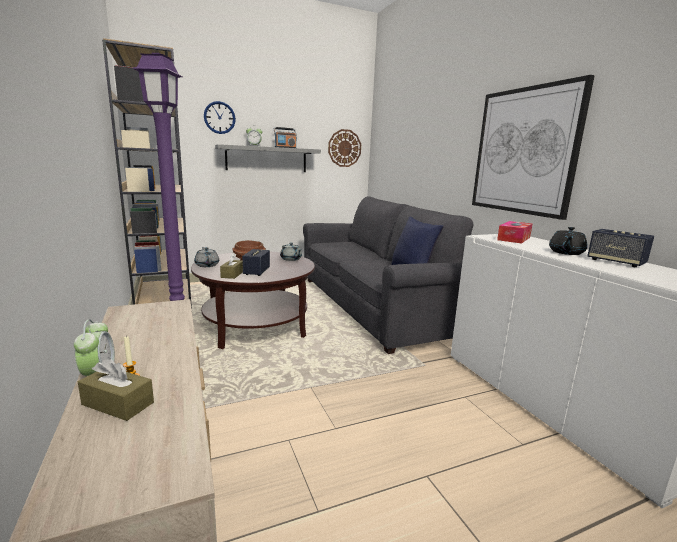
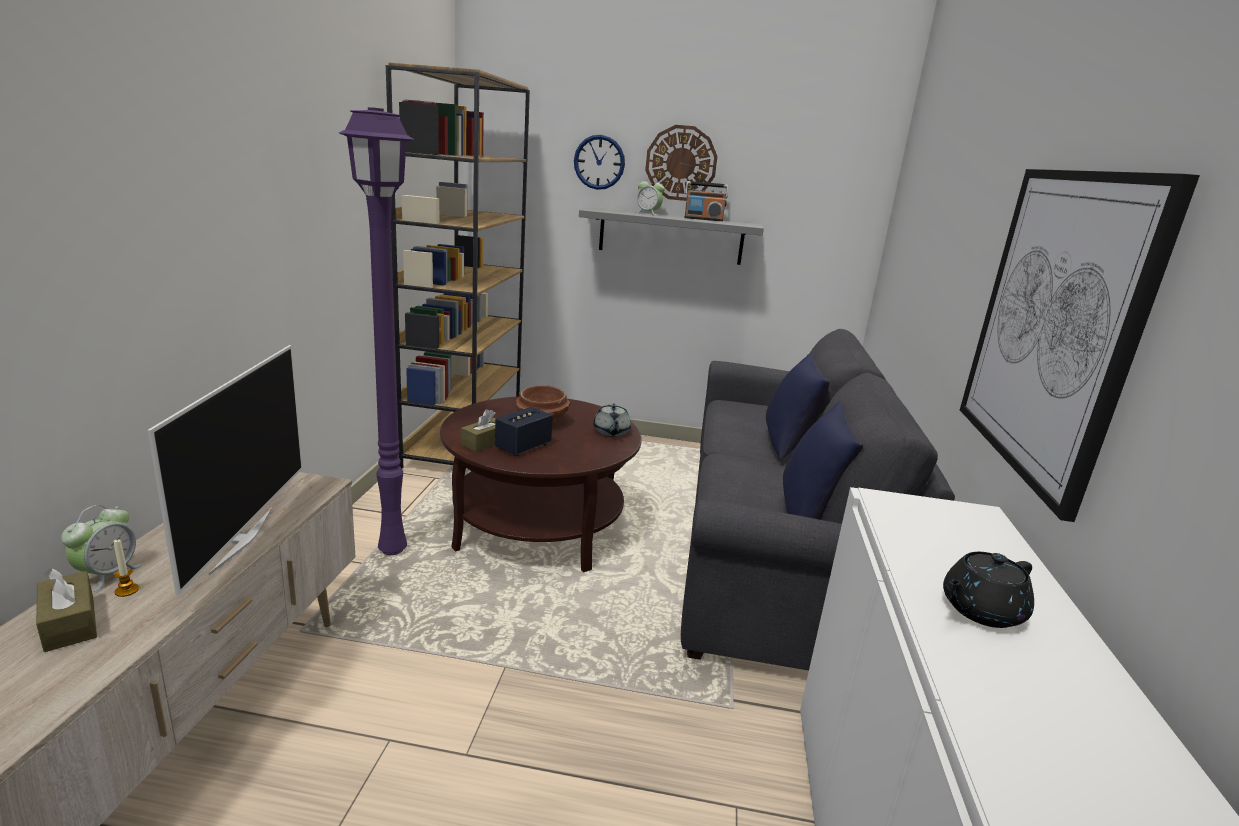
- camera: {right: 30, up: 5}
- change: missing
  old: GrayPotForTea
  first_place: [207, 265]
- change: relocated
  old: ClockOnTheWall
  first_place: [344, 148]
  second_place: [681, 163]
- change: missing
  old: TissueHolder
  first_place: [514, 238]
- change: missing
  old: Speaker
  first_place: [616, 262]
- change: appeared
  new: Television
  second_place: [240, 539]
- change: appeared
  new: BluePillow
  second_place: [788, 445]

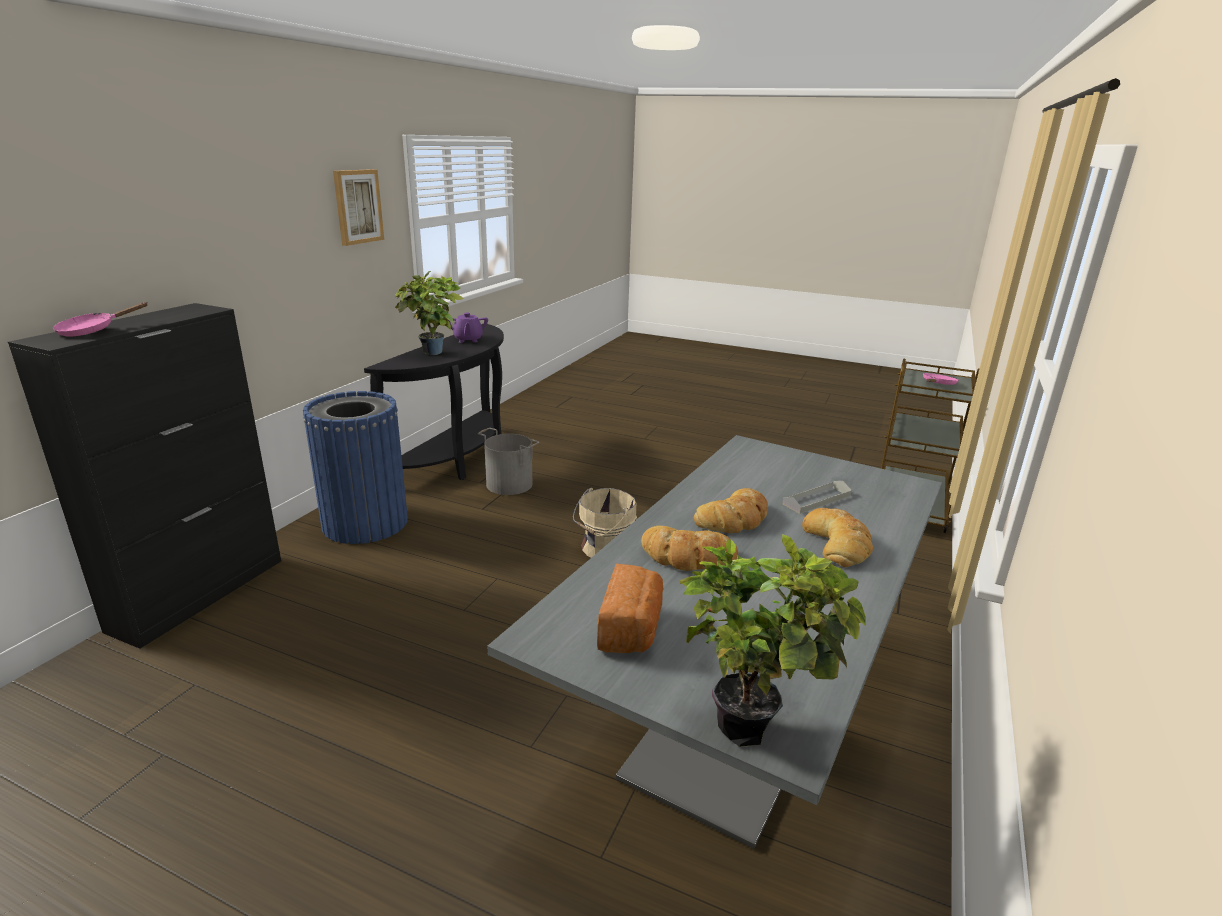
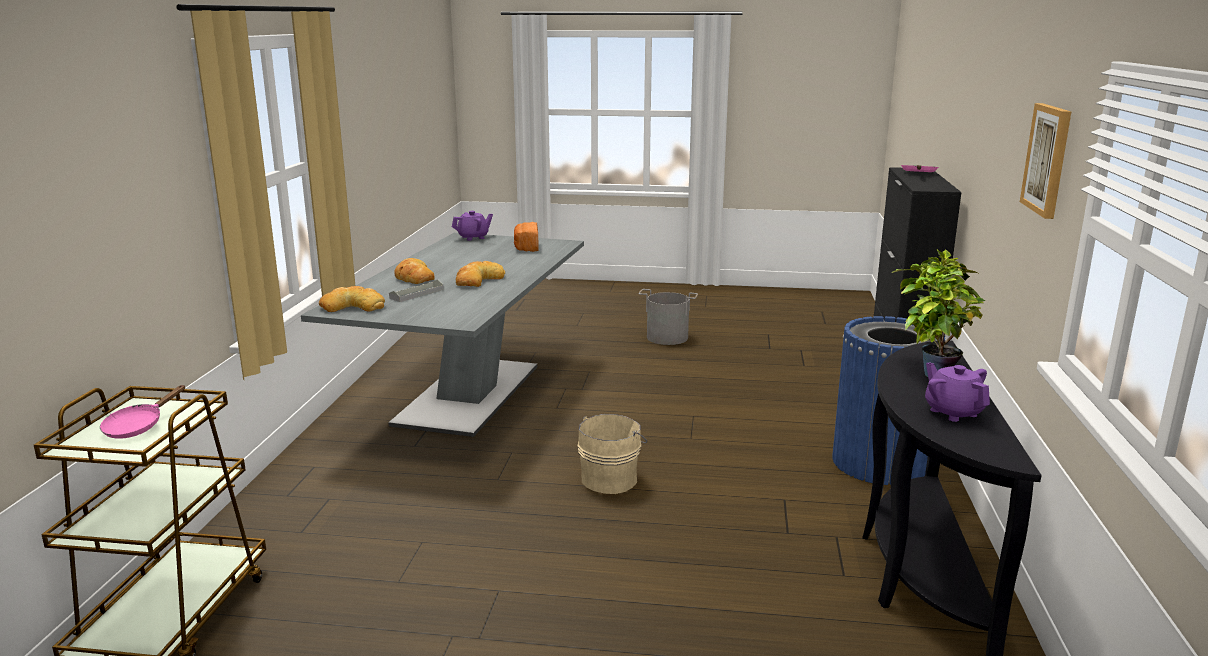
- camera: {right: 165, up: -5}
- change: relocated
  old: GrayBucket
  first_place: [509, 484]
  second_place: [667, 337]
- change: relocated
  old: Bread
  first_place: [687, 556]
  second_place: [353, 306]
- change: exchanged
  old: PlantInAPot
  new: PurpleColouredPotForTea
  first_place: [753, 724]
  second_place: [473, 237]

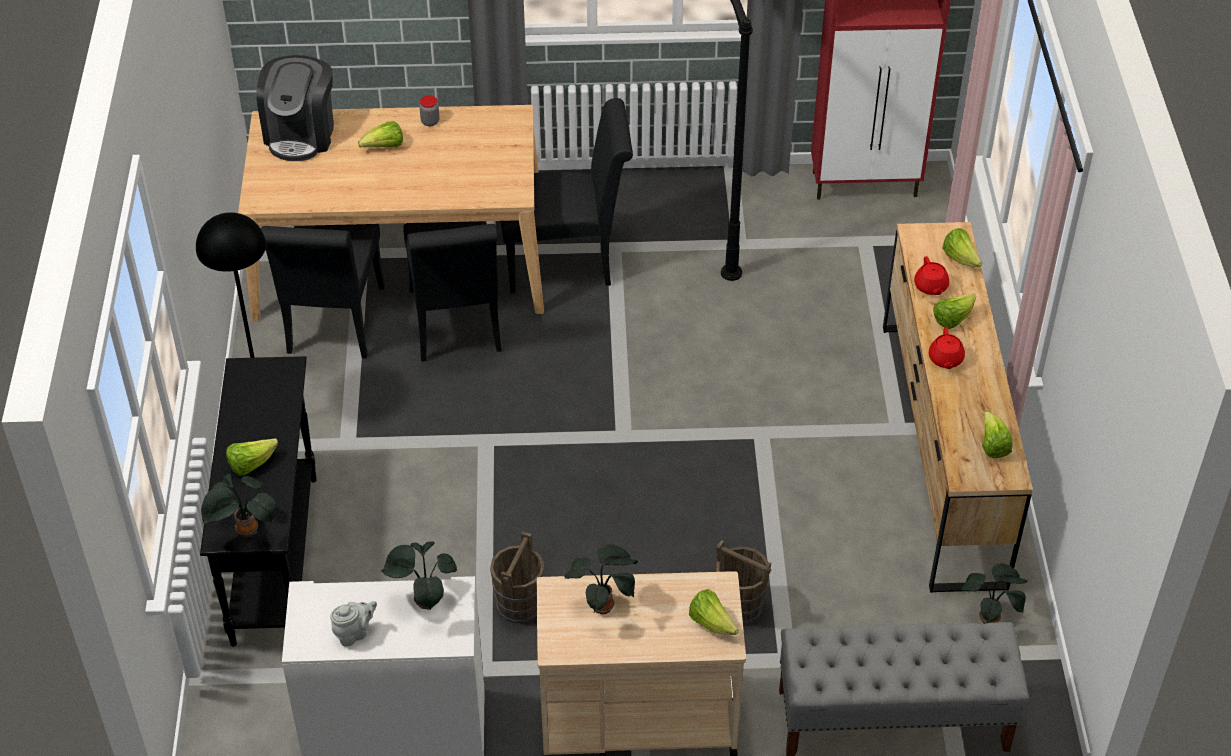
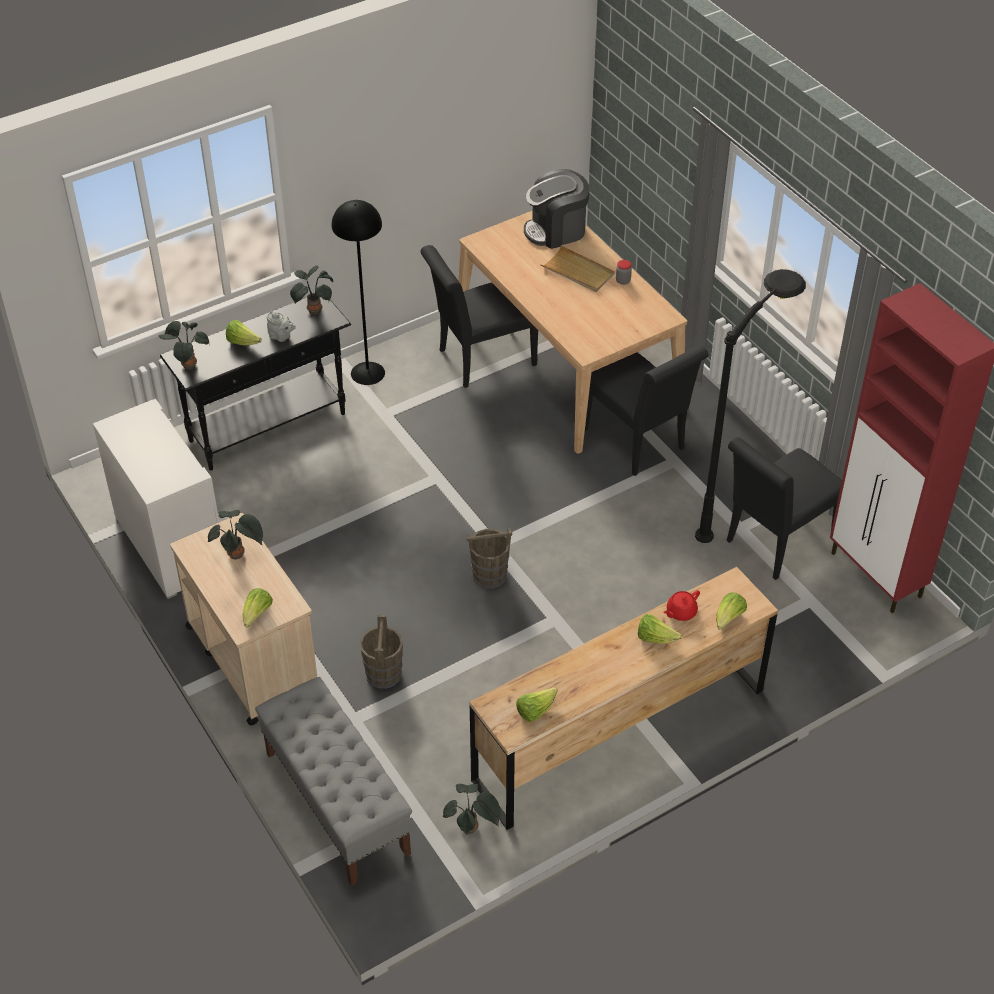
- camera: {right: 60, up: 0}
- change: relocated
  old: GrayPotForTea
  first_place: [354, 633]
  second_place: [281, 337]
- change: exchanged
  old: Lettuce
  new: BeigeColouredCarryingTray
  first_place: [384, 147]
  second_place: [578, 272]
- change: relocated
  old: PlantInAPot
  first_place: [423, 601]
  second_place: [314, 309]
- change: relocated
  old: BlackishChair
  first_place: [456, 327]
  second_place: [775, 543]
- change: relocated
  old: BrownColouredBucket
  first_place: [519, 605]
  second_place: [489, 575]
- change: missing
  old: ReddishPotForTea
  first_place: [945, 359]

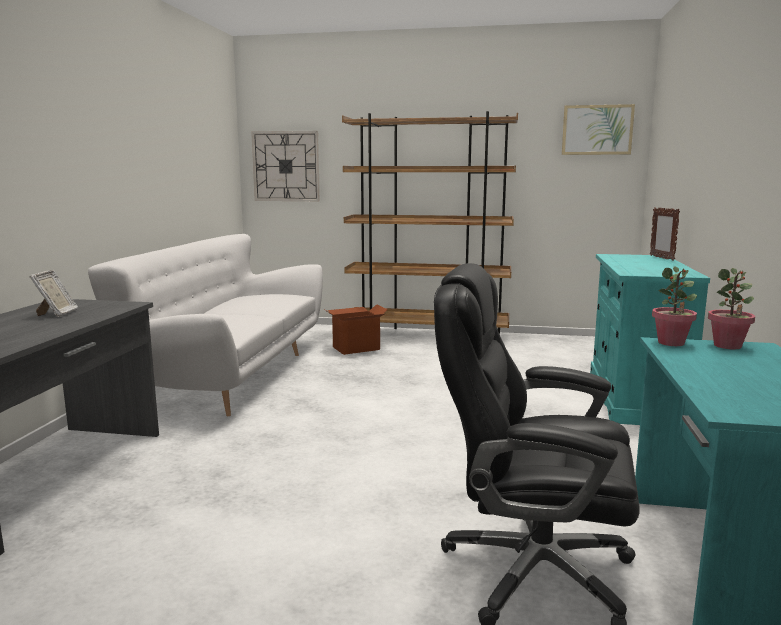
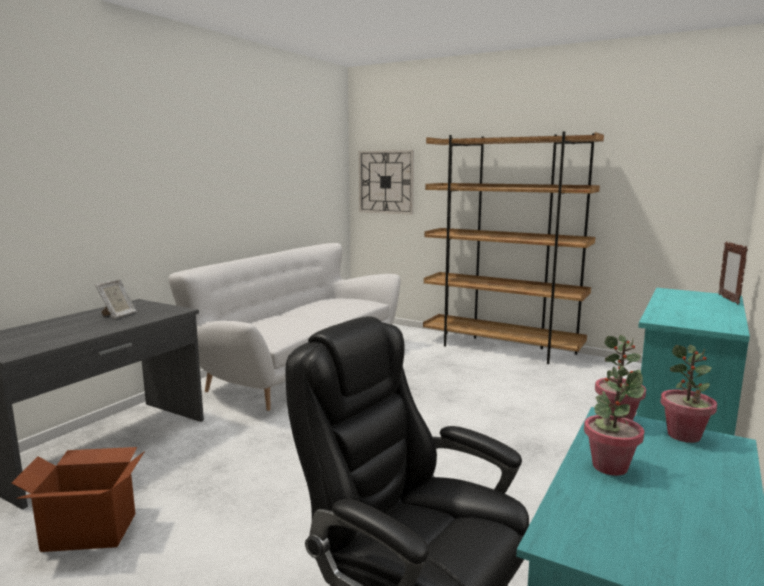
- camera: {right: 20, up: 0}
- change: relocated
  old: CardboardBox
  first_place: [355, 348]
  second_place: [90, 531]
- change: missing
  old: WallPicture
  first_place: [597, 130]
- change: appeared
  new: PlantInAPot
  second_place: [609, 466]

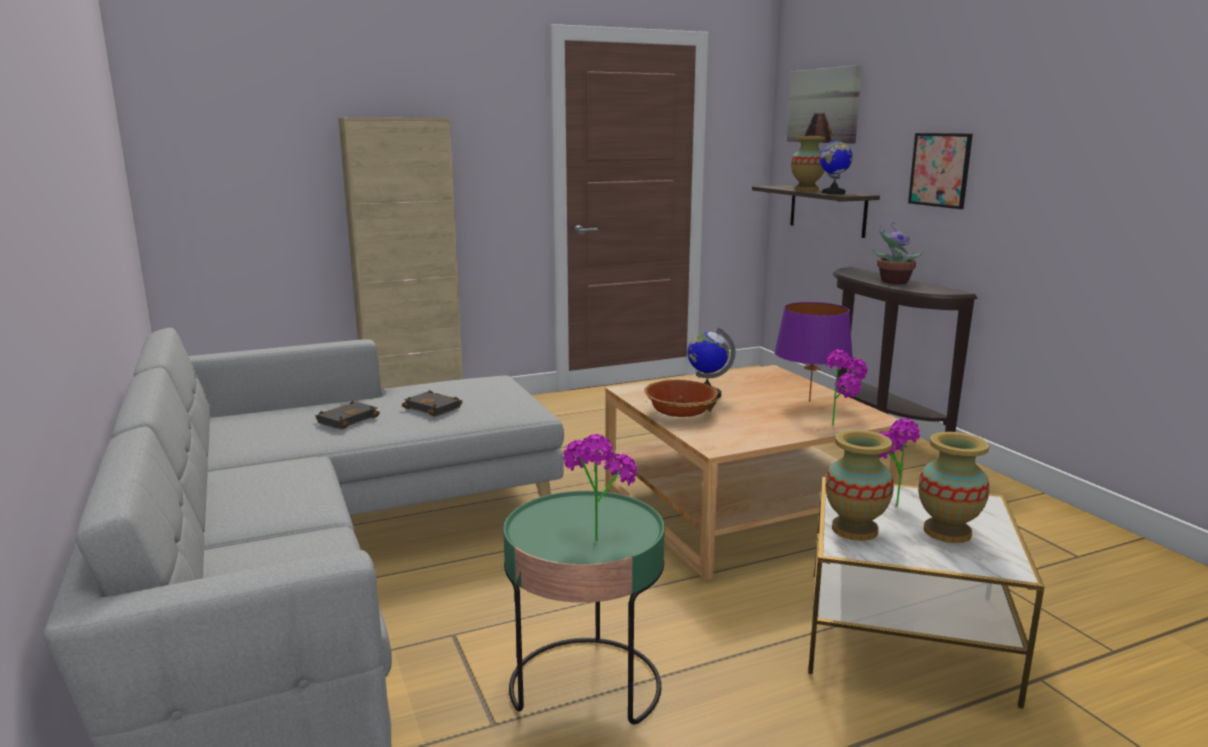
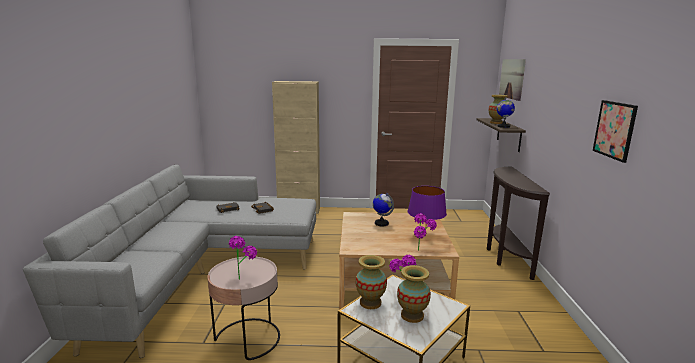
- camera: {right: 25, up: 0}
- change: colour
  old: GreenEndTable
  new: PinkColouredEndTable
  first_place: [586, 685]
  second_place: [248, 339]
- change: missing
  old: ServingBowl
  first_place: [680, 412]
- change: missing
  old: PlantInAPot
  first_place: [892, 281]
- change: relocated
  old: WallPicture
  first_place: [940, 170]
  second_place: [614, 130]

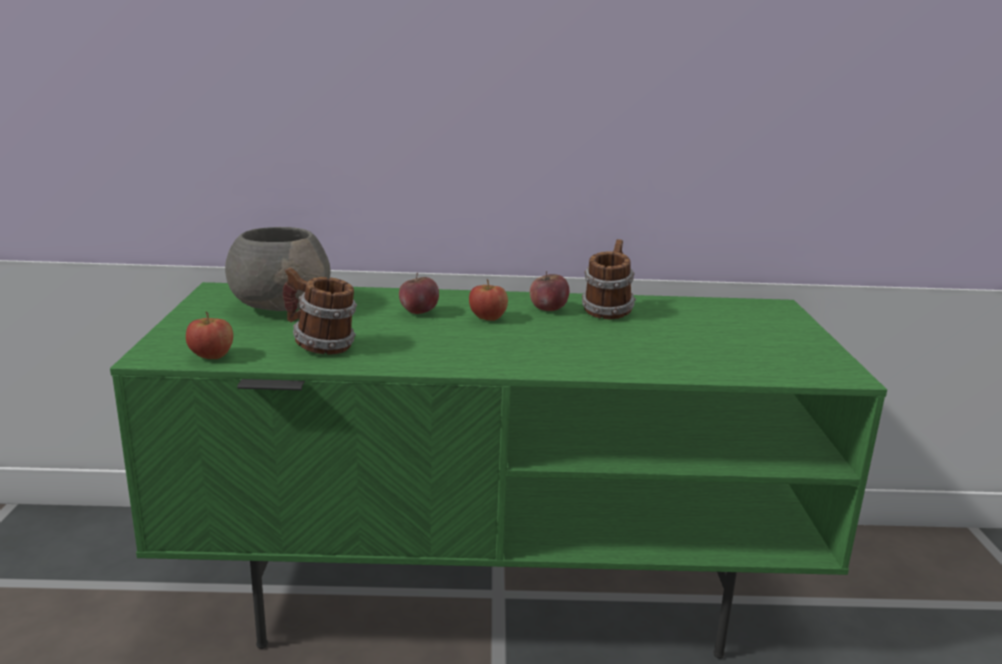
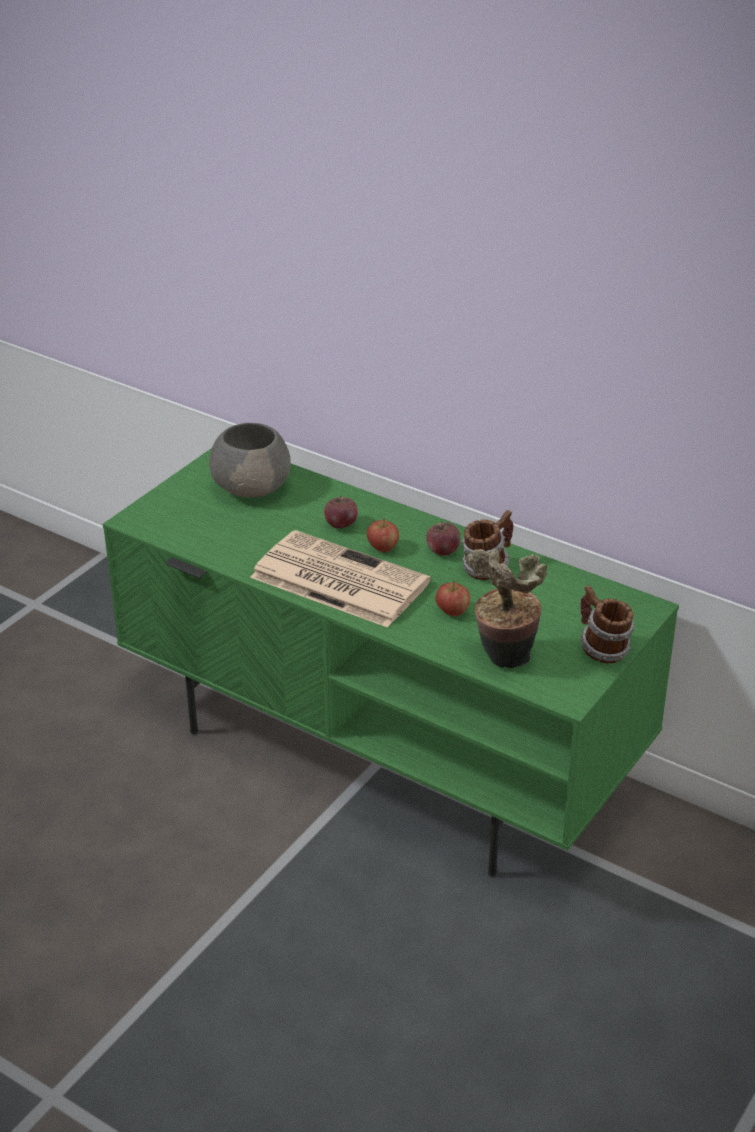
- camera: {right: 35, up: 15}
- change: relocated
  old: AppleFruit
  first_place: [211, 357]
  second_place: [452, 612]
- change: relocated
  old: Mug
  first_place: [320, 346]
  second_place: [601, 649]
- change: appeared
  new: DailyPaper
  second_place: [337, 580]
- change: appeared
  new: PlantInAPot
  second_place: [503, 659]

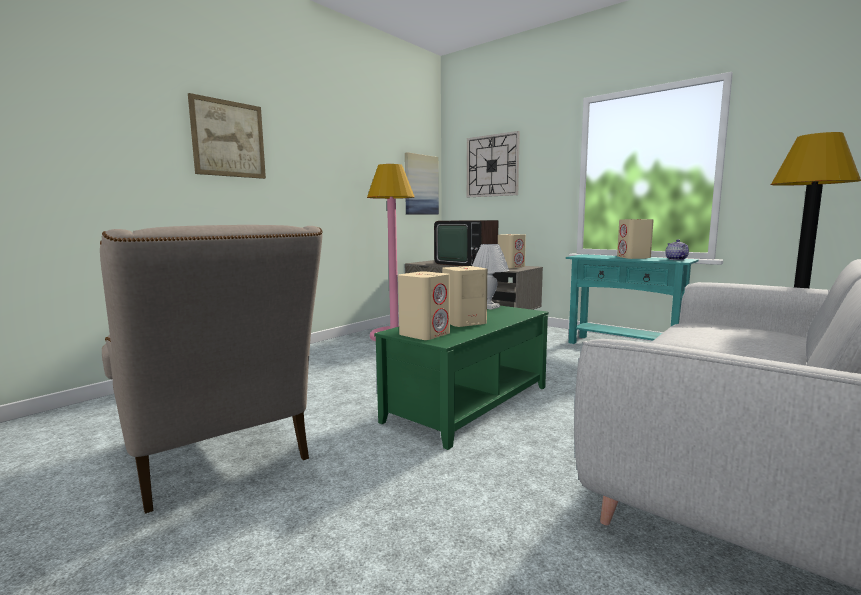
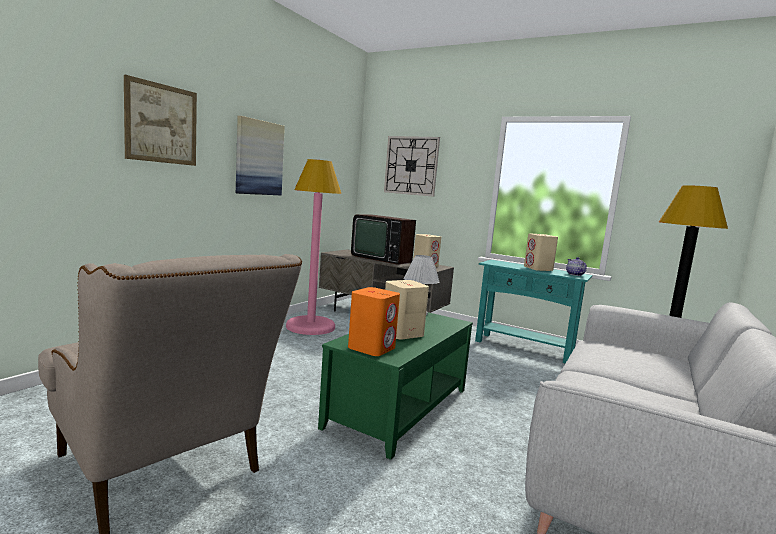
- camera: {right: -10, up: 0}
- change: colour
  old: BeigeColouredSpeaker
  new: OrangeSpeaker
  first_place: [425, 334]
  second_place: [372, 348]
- change: relocated
  old: WallPicture
  first_place: [421, 185]
  second_place: [259, 158]

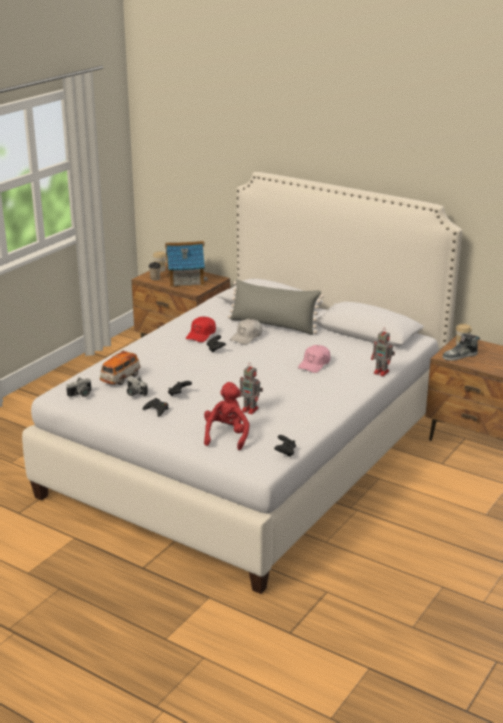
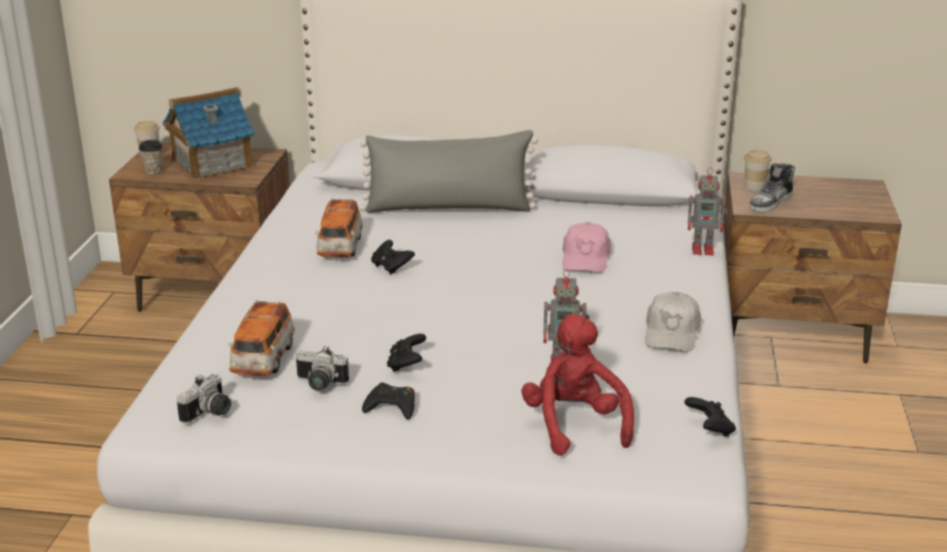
- camera: {right: -25, up: 0}
- change: exchanged
  old: ReddishCap
  new: ToyCar
  first_place: [201, 335]
  second_place: [340, 248]
- change: relocated
  old: WhitishCap
  first_place: [247, 337]
  second_place: [672, 333]

